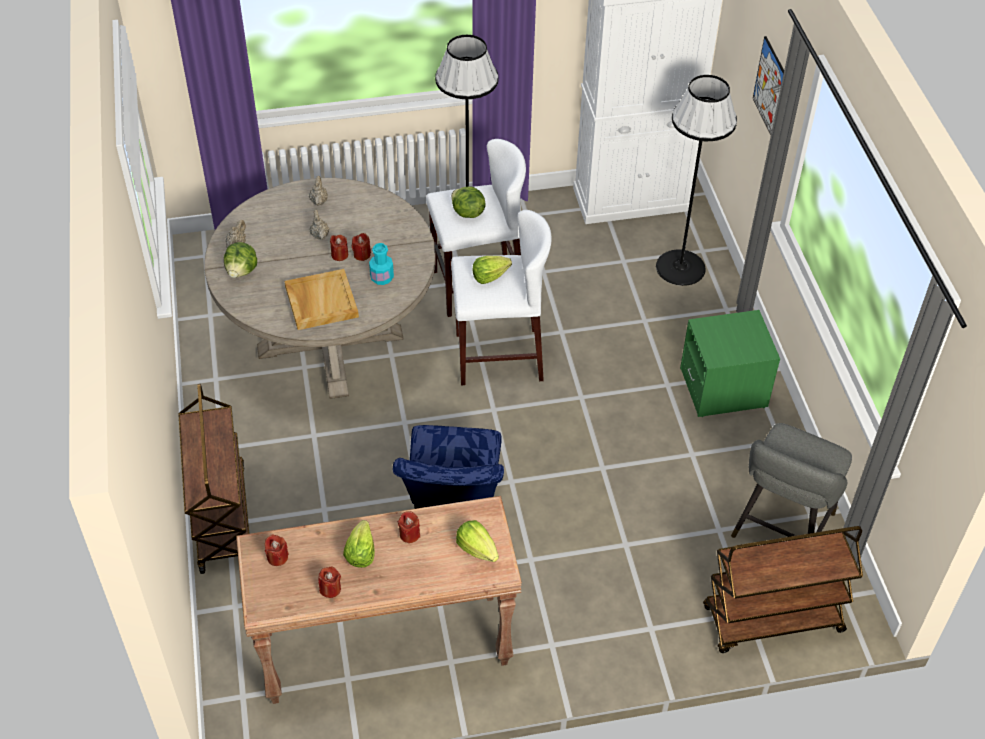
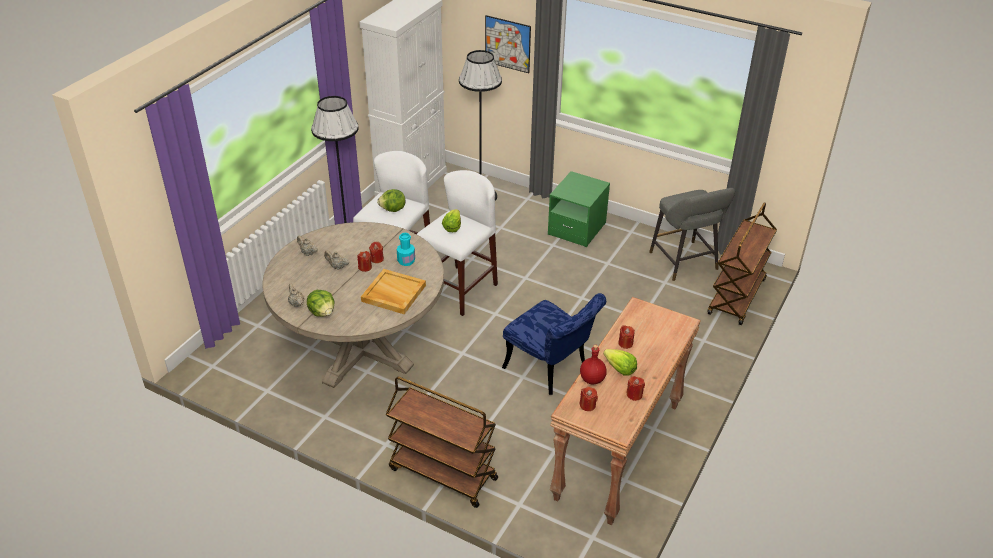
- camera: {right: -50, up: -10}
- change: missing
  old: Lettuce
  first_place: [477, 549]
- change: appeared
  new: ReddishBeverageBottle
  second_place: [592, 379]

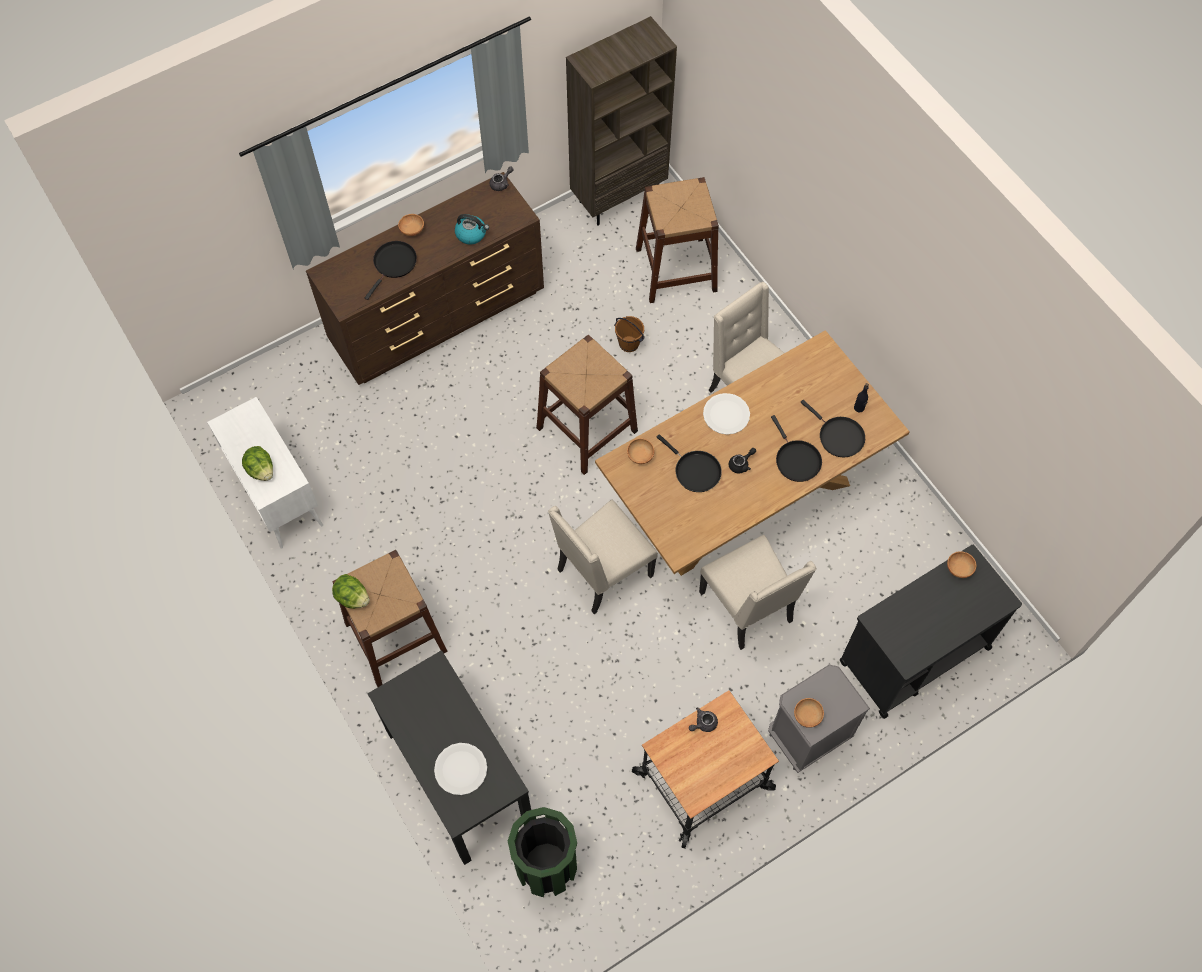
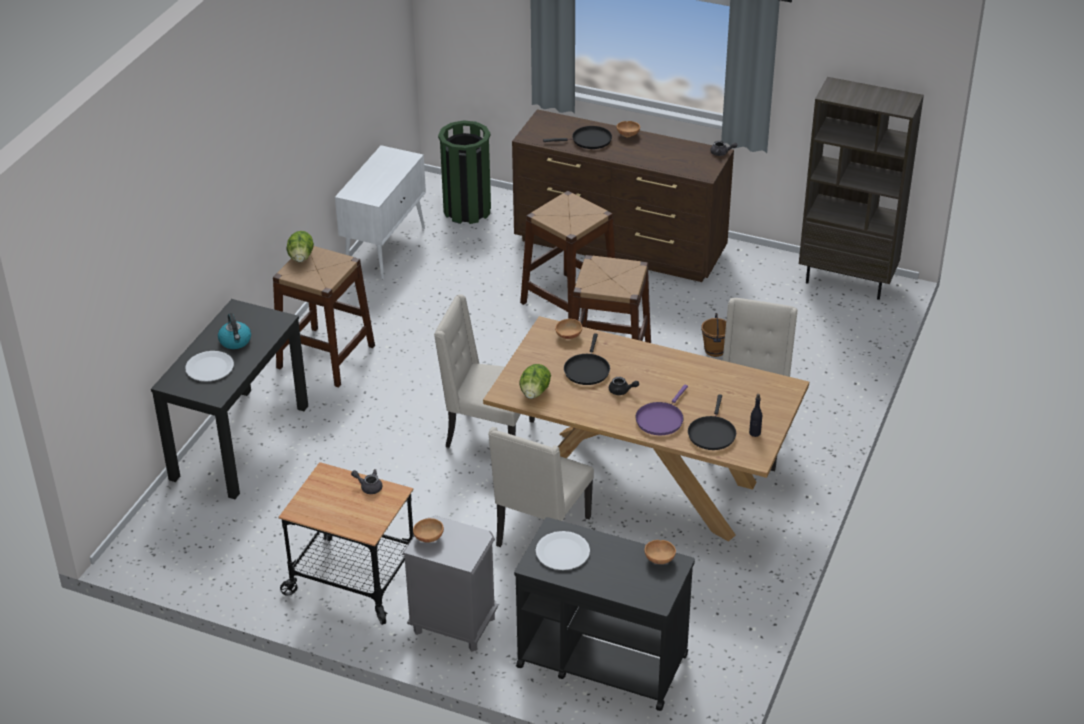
- camera: {right: 55, up: -25}
- change: relocated
  old: Lettuce
  first_place: [261, 470]
  second_place: [534, 392]
- change: relocated
  old: WaterKettle
  first_place: [471, 234]
  second_place: [235, 341]
- change: relocated
  old: GreenRubbishBin
  first_place: [546, 866]
  second_place: [467, 210]
- change: relocated
  old: BrownColouredStool
  first_place: [676, 269]
  second_place: [569, 301]
- change: relocated
  old: WhitishDinnerPlate
  first_place: [726, 414]
  second_place: [562, 552]
- change: colour
  old: BlackishPan
  new: PurpleColouredPan
  first_place: [796, 460]
  second_place: [660, 419]

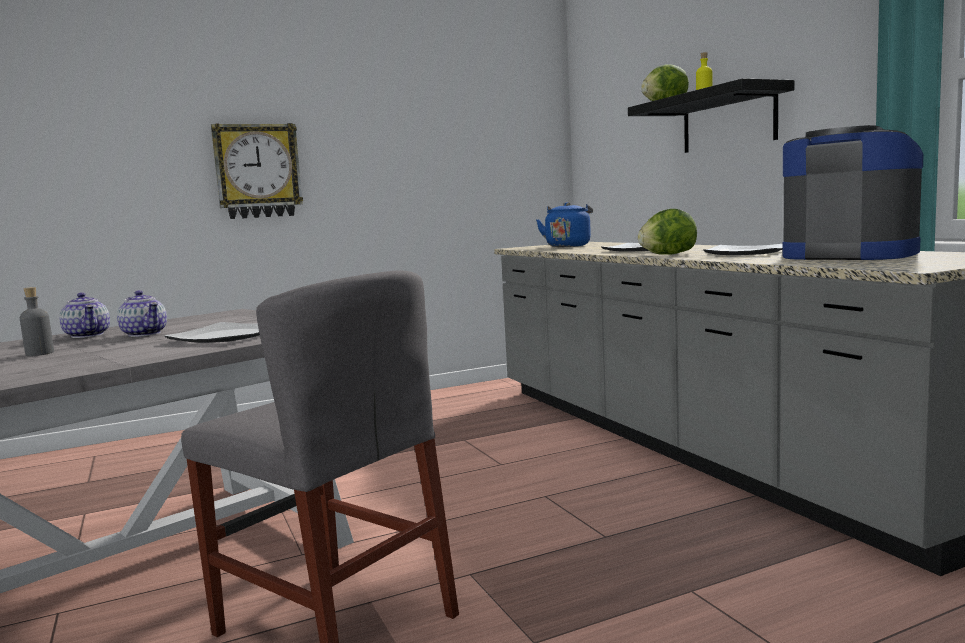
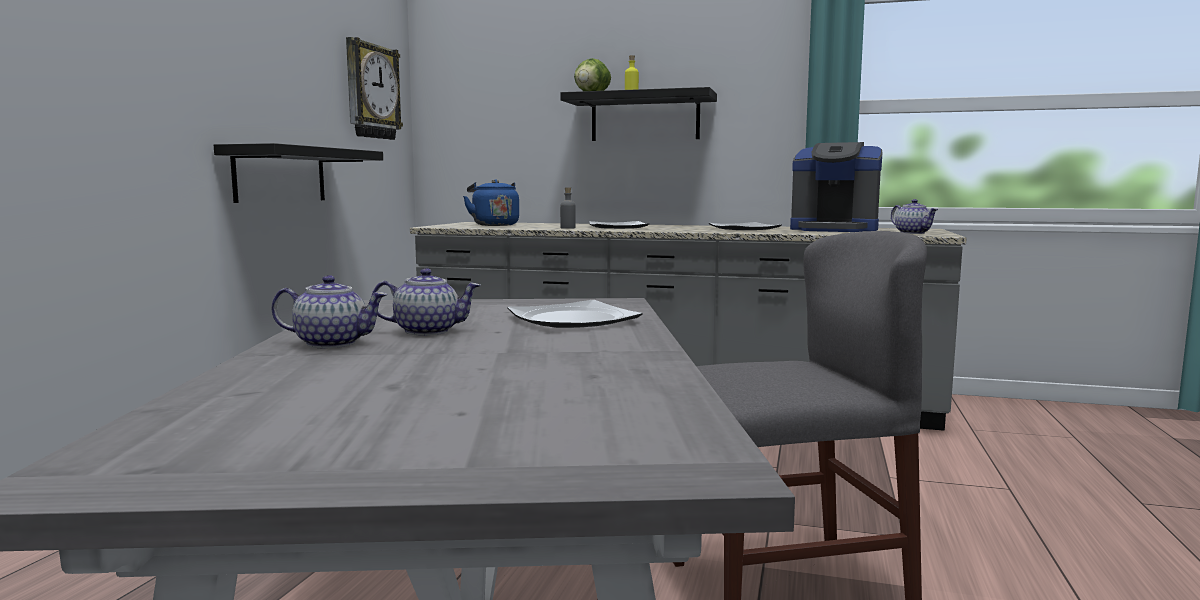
- camera: {right: -50, up: 0}
- change: relocated
  old: GrayBeverageBottle
  first_place: [39, 353]
  second_place: [568, 228]
- change: relocated
  old: ClockOnTheWall
  first_place: [258, 171]
  second_place: [371, 91]
- change: missing
  old: Lettuce
  first_place: [667, 254]
- change: spun
  old: CoffeeMachine
  first_place: [848, 255]
  second_place: [834, 229]
  degrees: -150
- change: appeared
  new: BlackishShelf
  second_place: [280, 175]
- change: appeared
  new: PotForTea
  second_place: [913, 233]

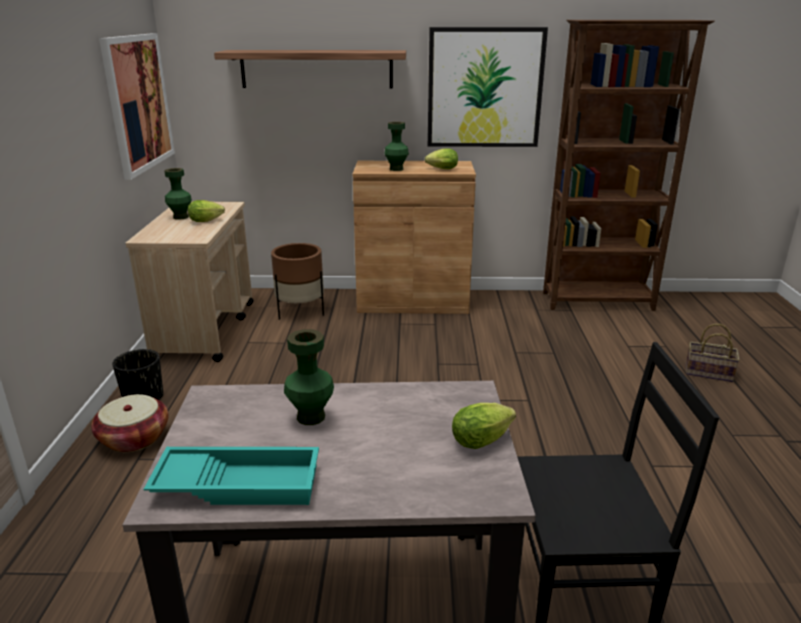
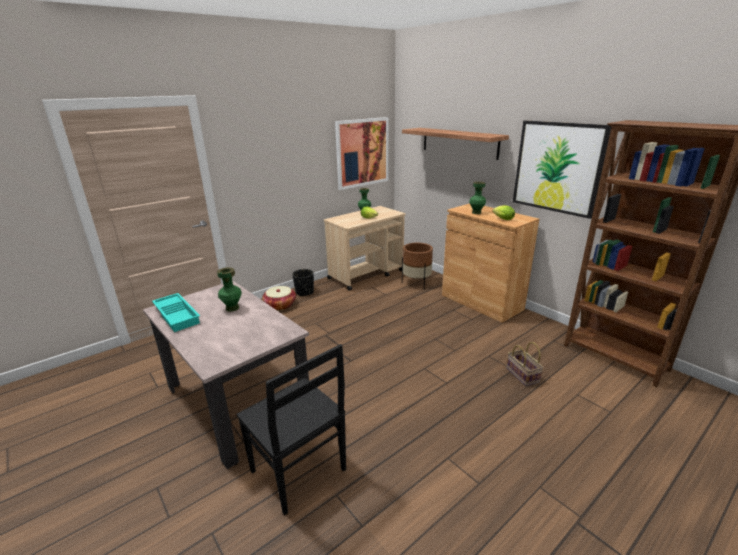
- camera: {right: 50, up: 0}
- change: missing
  old: Lettuce
  first_place: [484, 439]
- change: relocated
  old: StorageBasket
  first_place: [707, 373]
  second_place: [521, 374]

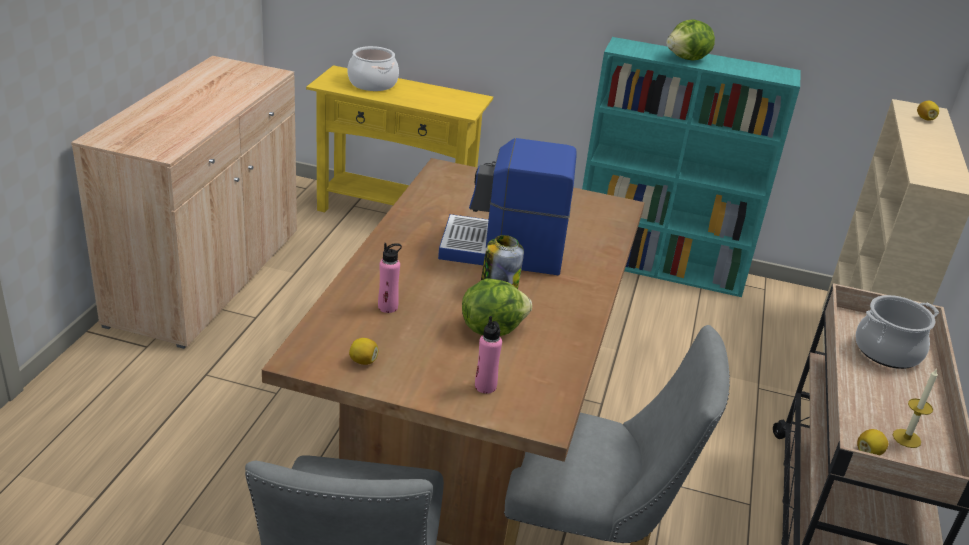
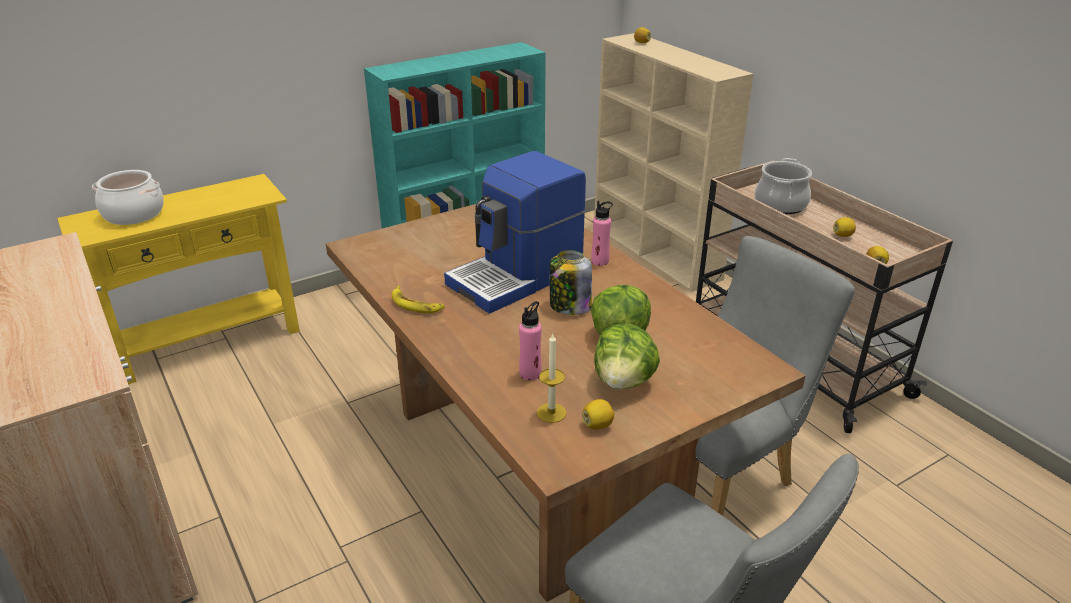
- camera: {right: -45, up: 0}
- change: relocated
  old: PinkColouredBeverageBottle
  first_place: [485, 386]
  second_place: [600, 261]
- change: relocated
  old: Lettuce
  first_place: [687, 59]
  second_place: [624, 381]
- change: relocated
  old: WaxCandle
  first_place: [906, 438]
  second_place: [551, 413]
- change: appeared
  new: BananaFruit
  second_place: [416, 304]
- change: appeared
  new: Lemon
  second_place: [843, 235]

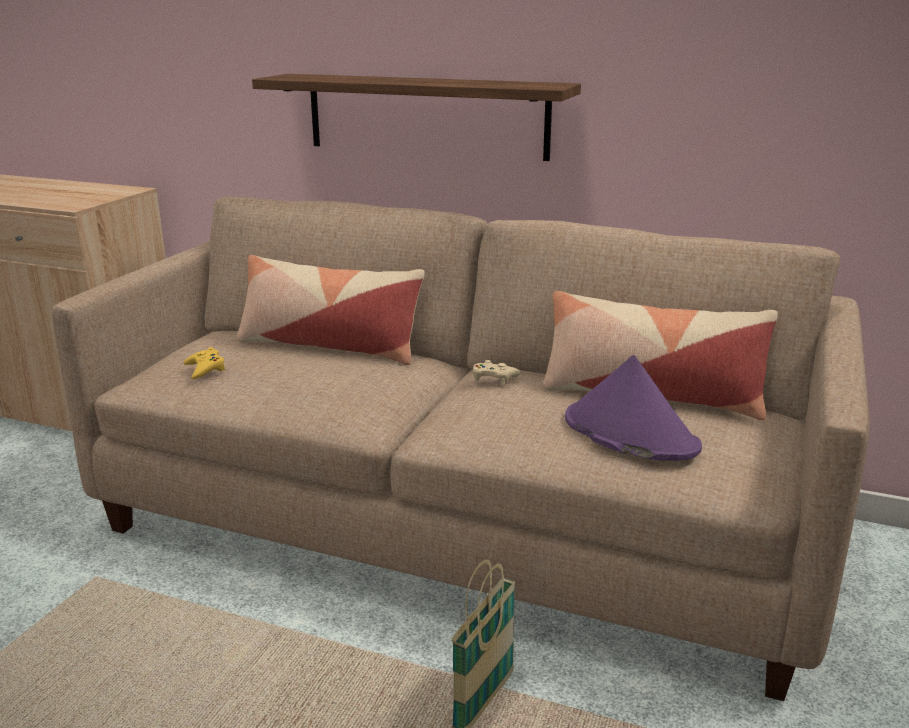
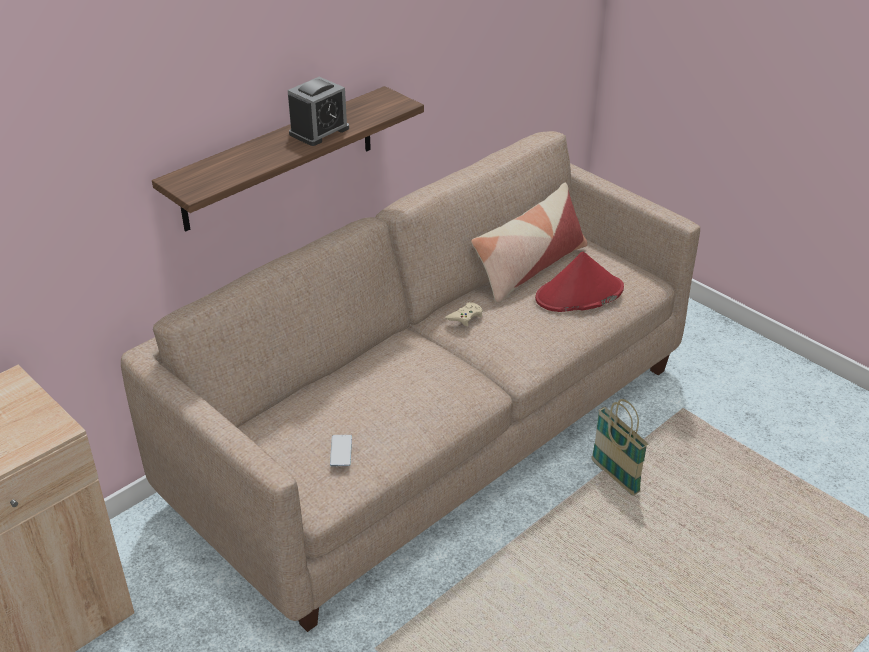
- camera: {right: -65, up: 15}
- change: exchanged
  old: YellowGamepad
  new: Phone
  first_place: [205, 369]
  second_place: [341, 451]
- change: missing
  old: Pillow
  first_place: [329, 345]
- change: colour
  old: PurpleColouredWearableHat
  new: ReddishWearableHat
  first_place: [629, 433]
  second_place: [579, 294]
- change: appeared
  new: TableClock
  second_place: [319, 131]

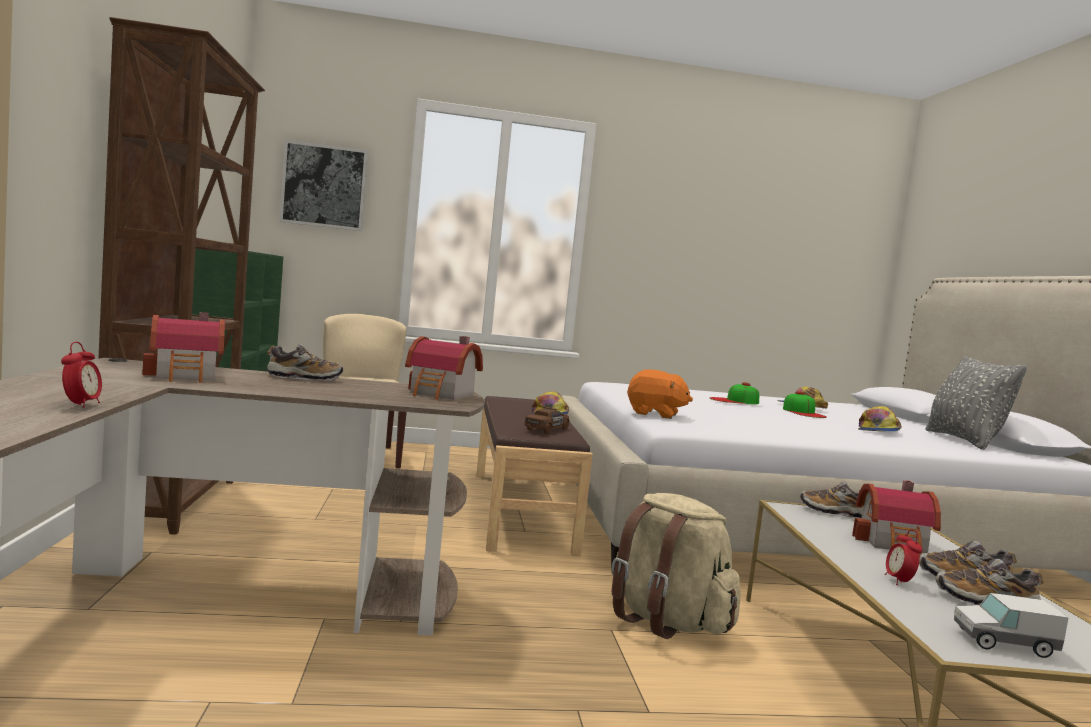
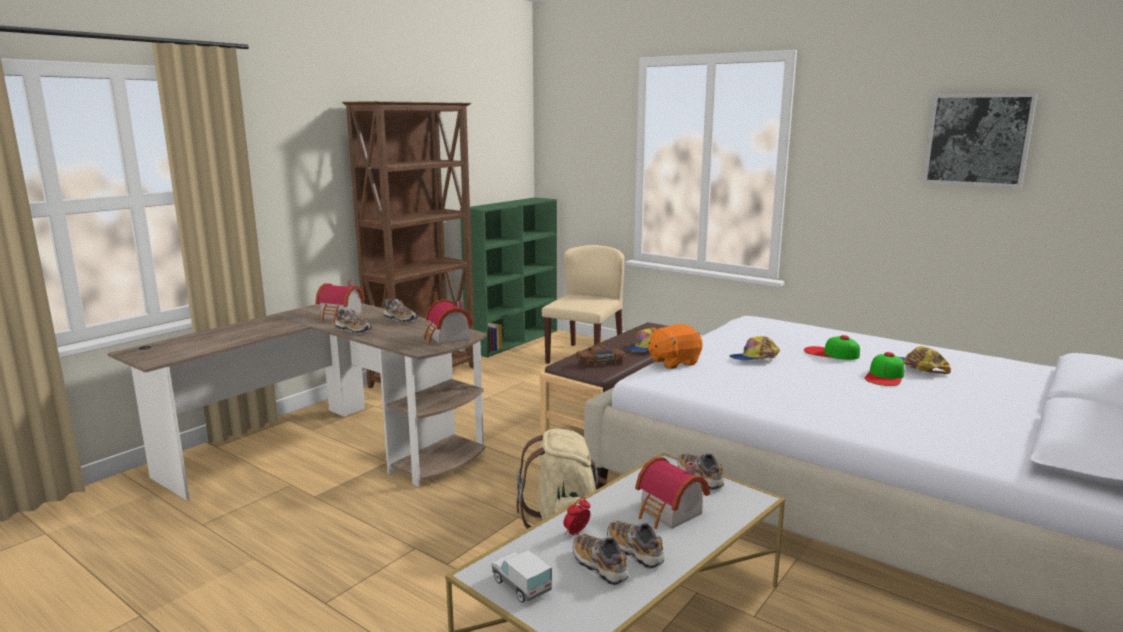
- camera: {right: 45, up: 10}
- change: missing
  old: TableClock
  first_place: [81, 405]
- change: relocated
  old: WallPicture
  first_place: [324, 186]
  second_place: [978, 139]
- change: spun
  old: OrangePlushToy
  first_place: [655, 414]
  second_place: [673, 362]
  degrees: 90
- change: relocated
  old: Cap
  first_place: [878, 431]
  second_place: [754, 358]
- change: missing
  old: GrayPillow
  first_place: [964, 441]
- change: appeared
  new: Shoe
  second_place: [353, 330]

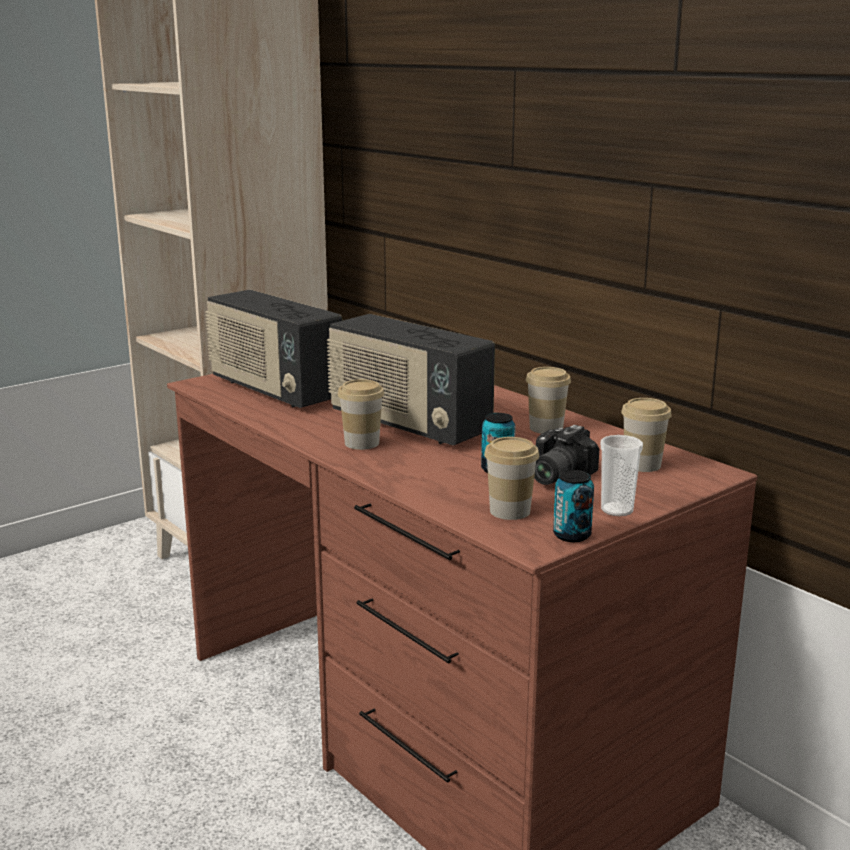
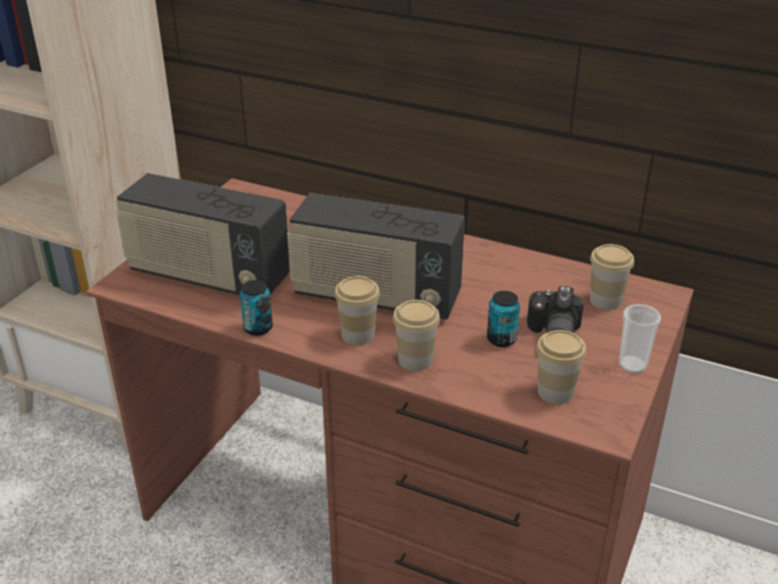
- camera: {right: -25, up: 15}
- change: relocated
  old: SmallCup
  first_place: [546, 428]
  second_place: [415, 360]
- change: relocated
  old: SealedCan
  first_place: [572, 535]
  second_place: [258, 328]

